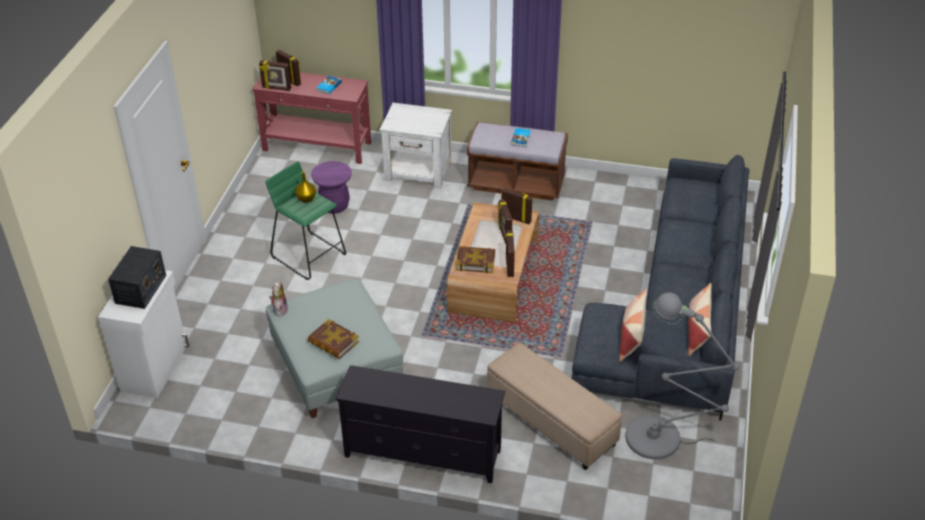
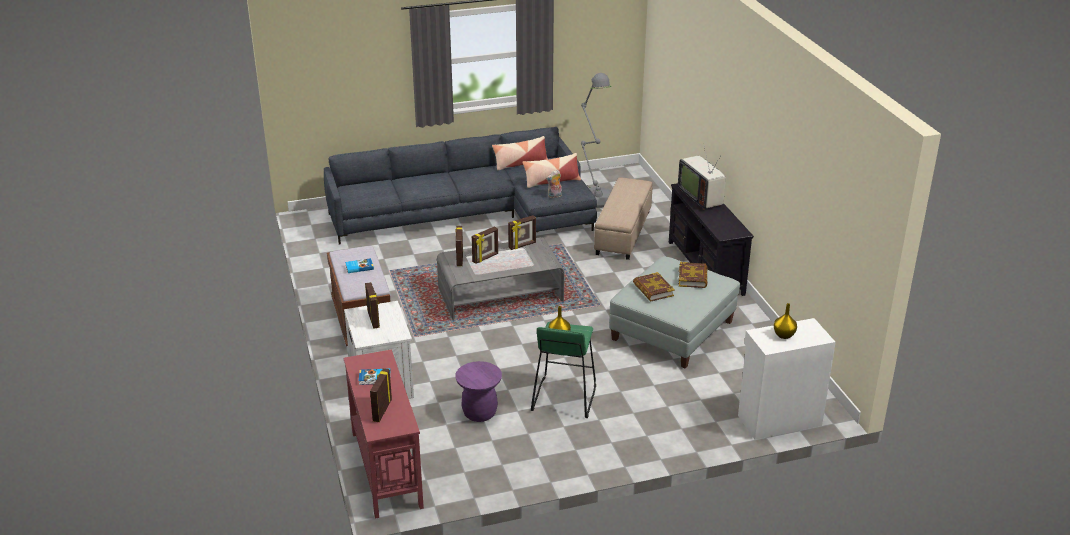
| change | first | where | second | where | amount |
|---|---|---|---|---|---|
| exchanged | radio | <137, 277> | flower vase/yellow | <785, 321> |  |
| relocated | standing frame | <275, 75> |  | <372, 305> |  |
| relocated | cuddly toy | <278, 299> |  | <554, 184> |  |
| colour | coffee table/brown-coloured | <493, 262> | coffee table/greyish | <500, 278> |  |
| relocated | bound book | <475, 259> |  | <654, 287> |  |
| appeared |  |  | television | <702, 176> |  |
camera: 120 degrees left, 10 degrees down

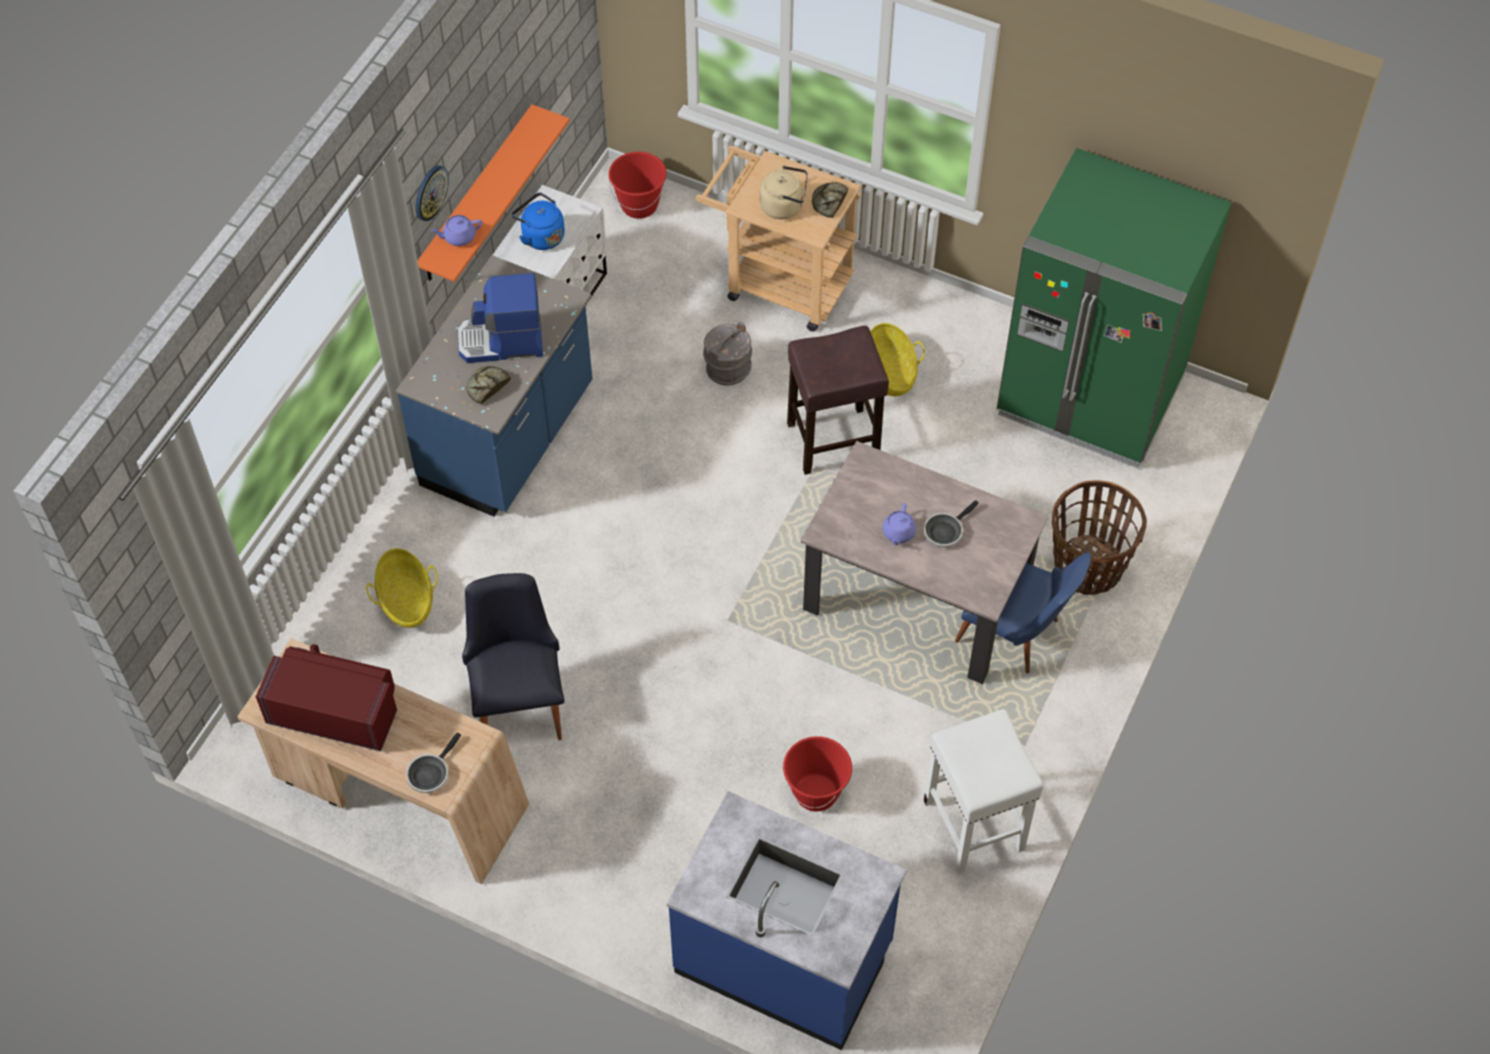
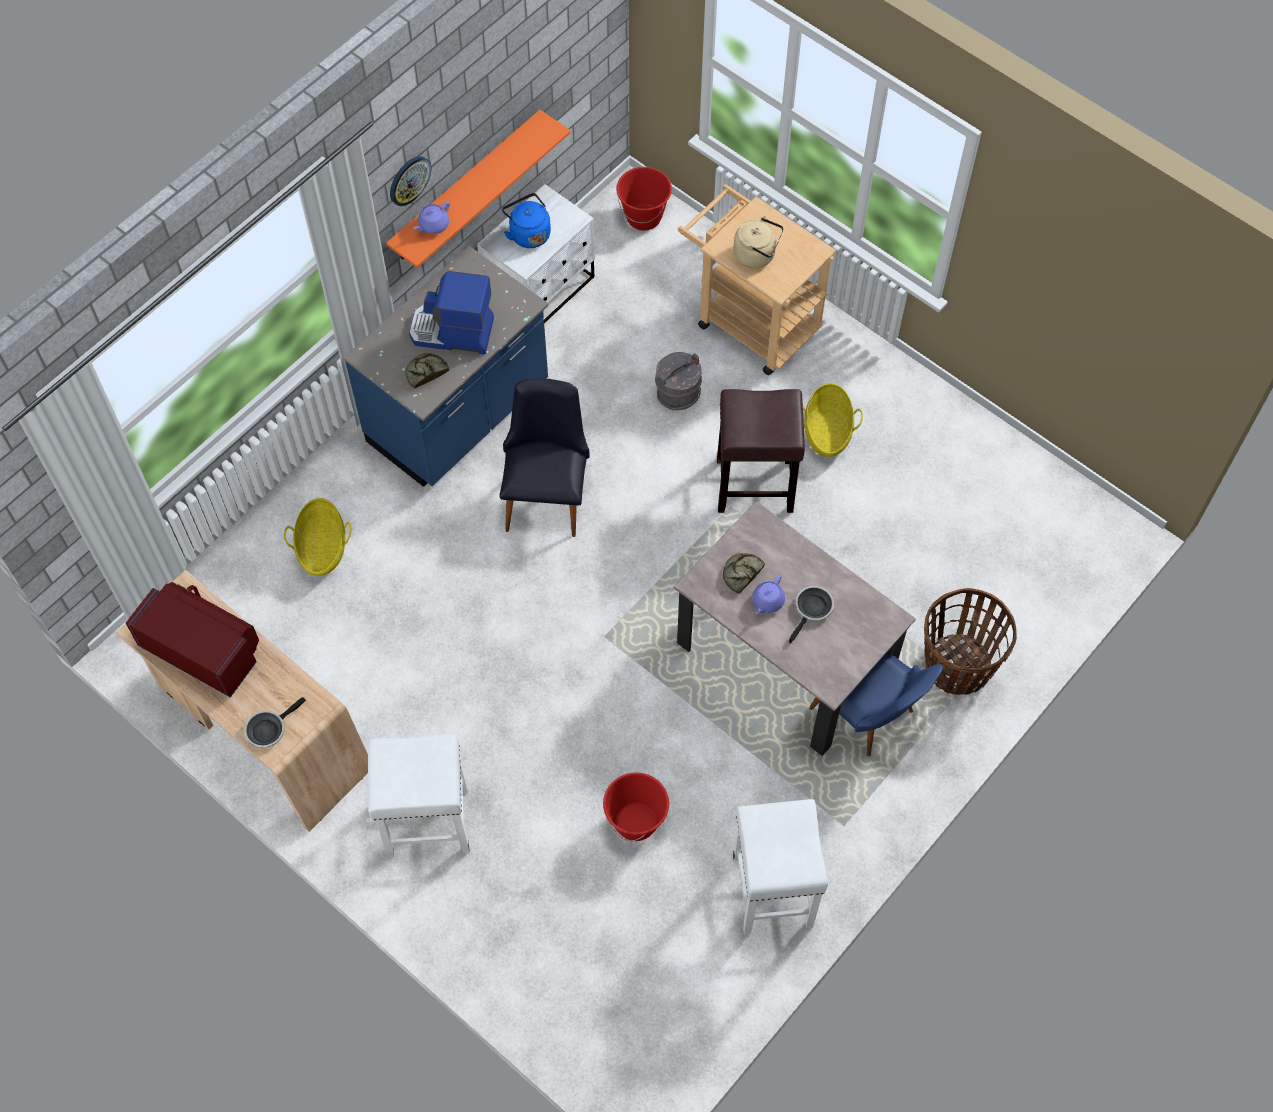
| change | first | where | second | where | amount |
|---|---|---|---|---|---|
| spun | teapot/purple | <456, 230> |  | <431, 217> | 45 degrees counterclockwise |
| relocated | plain chair/black | <513, 656> |  | <544, 458> |  |
| missing | kitchen counter/blue-coloured | <787, 920> |  |  |  |
| relocated | baked bread | <830, 200> |  | <744, 573> |  |
| spun | skillet | <951, 523> |  | <811, 615> | 150 degrees clockwise |
| missing | refrigerator/green | <1114, 308> |  |  |  |
| appeared |  |  | stool seat/white-coloured | <419, 795> |  |
camera: 15 degrees right, 5 degrees up

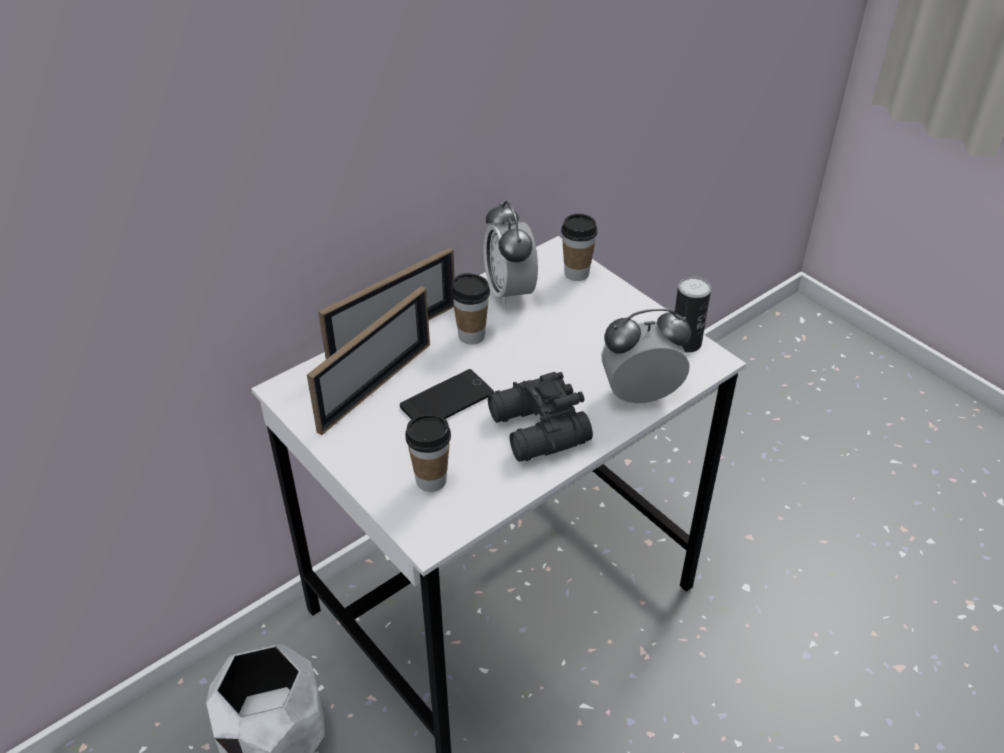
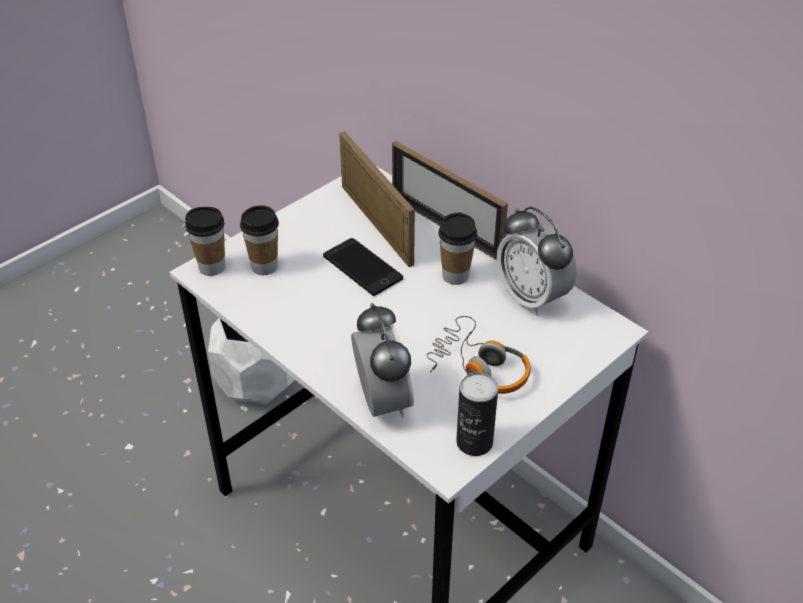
| change | first | where | second | where | amount |
|---|---|---|---|---|---|
| spun | standing frame | <368, 360> |  | <377, 199> | 150 degrees counterclockwise |
| spun | bedside clock | <511, 254> |  | <537, 261> | 105 degrees counterclockwise |
| missing | field glasses/black | <540, 417> |  |  |  |
| relocated | small cup | <579, 247> |  | <205, 241> |  |
| appeared |  |  | pair of headphones | <478, 355> |  |
camera: 85 degrees right, 0 degrees up

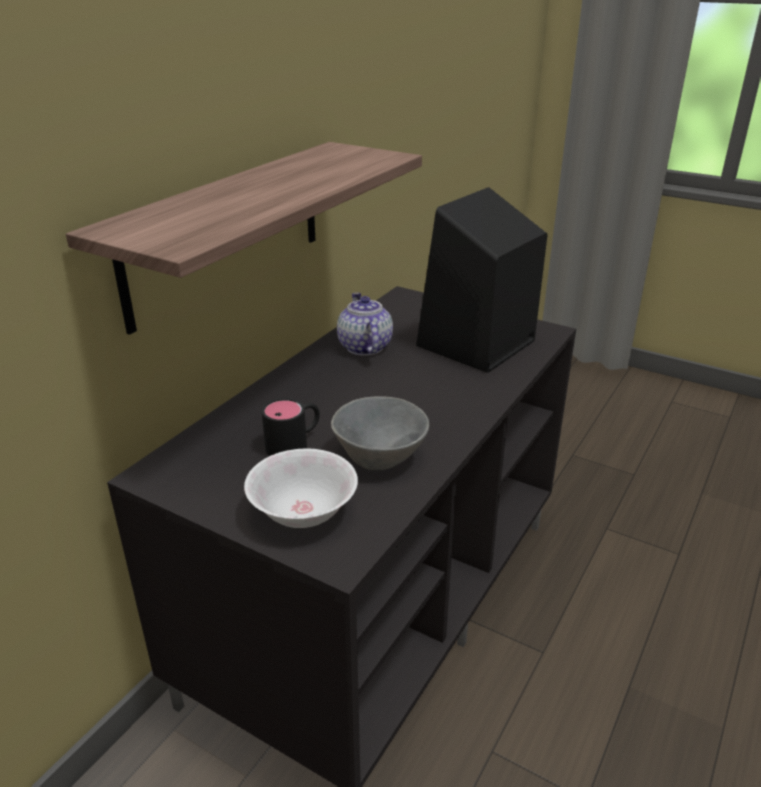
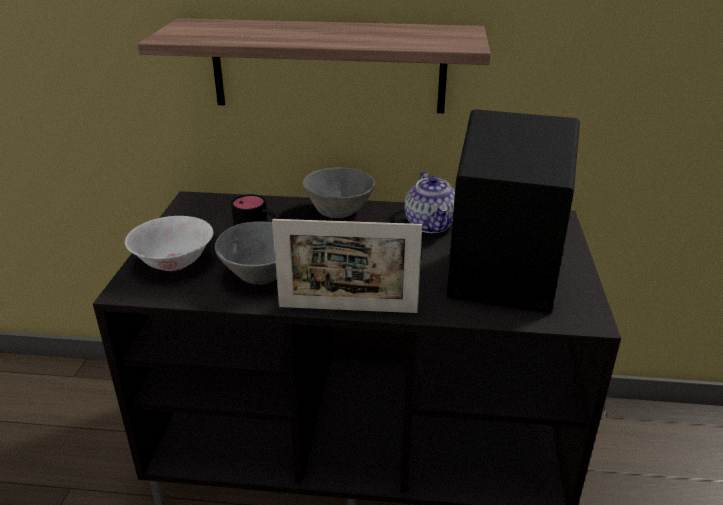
| change | first | where | second | where | amount |
|---|---|---|---|---|---|
| spun | teapot | <365, 324> |  | <430, 202> | 120 degrees clockwise |
| appeared |  |  | standing frame | <347, 266> |  |
| appeared |  |  | bowl/greyish | <338, 193> |  |
camera: 65 degrees right, 0 degrees up

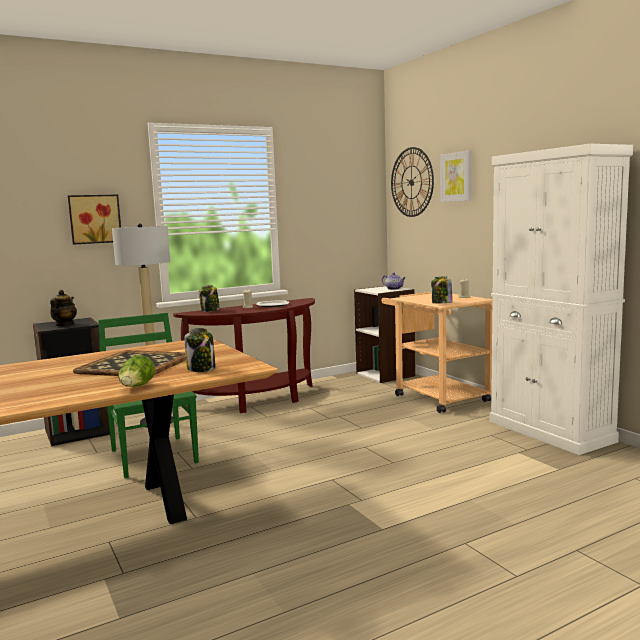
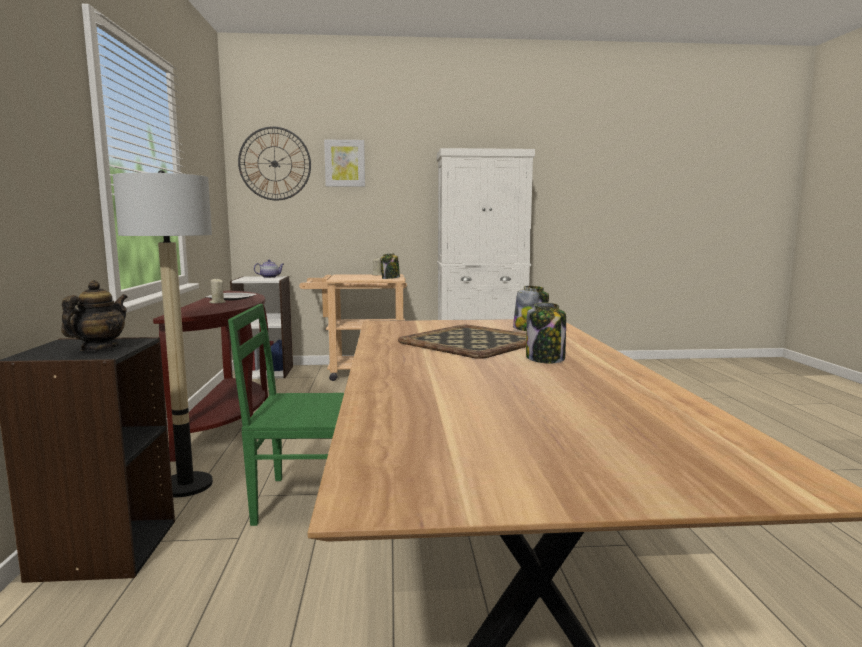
| change | first | where | second | where | amount |
|---|---|---|---|---|---|
| spun | teapot | <63, 308> |  | <94, 315> | 75 degrees clockwise |
| missing | wall art | <94, 219> |  |  |  |
| missing | head of lettuce | <136, 371> |  |  |  |
| relocated | jar | <209, 298> |  | <546, 332> |  |
camera: 65 degrees left, 0 degrees up

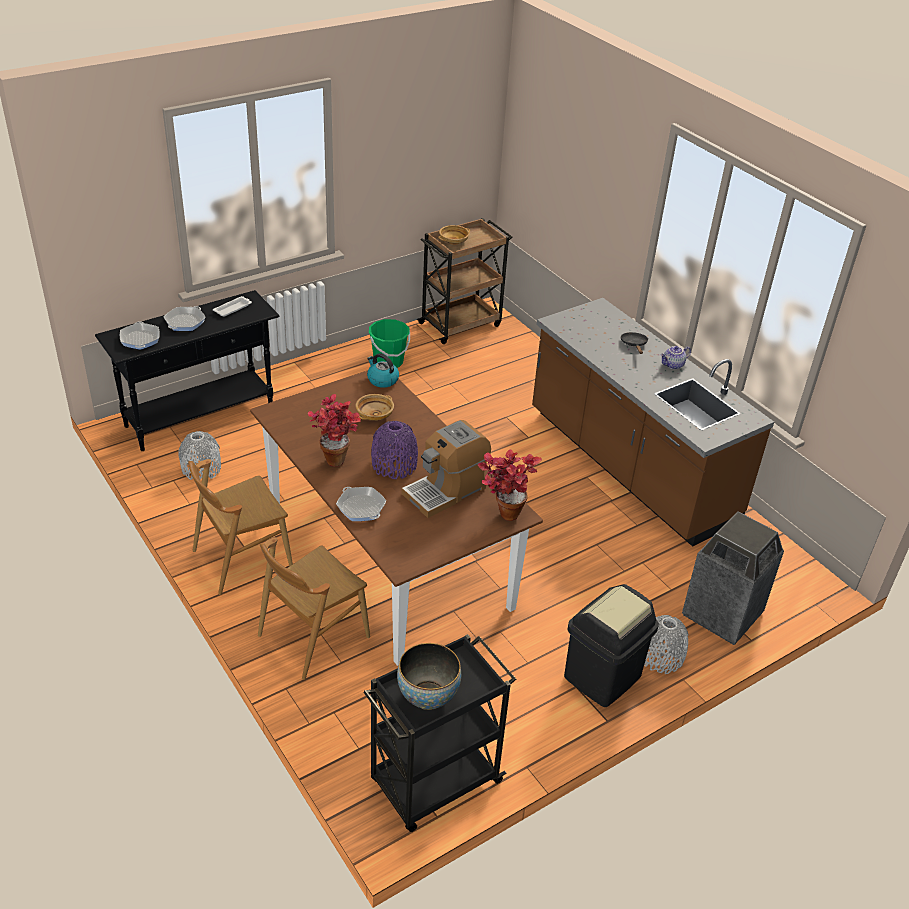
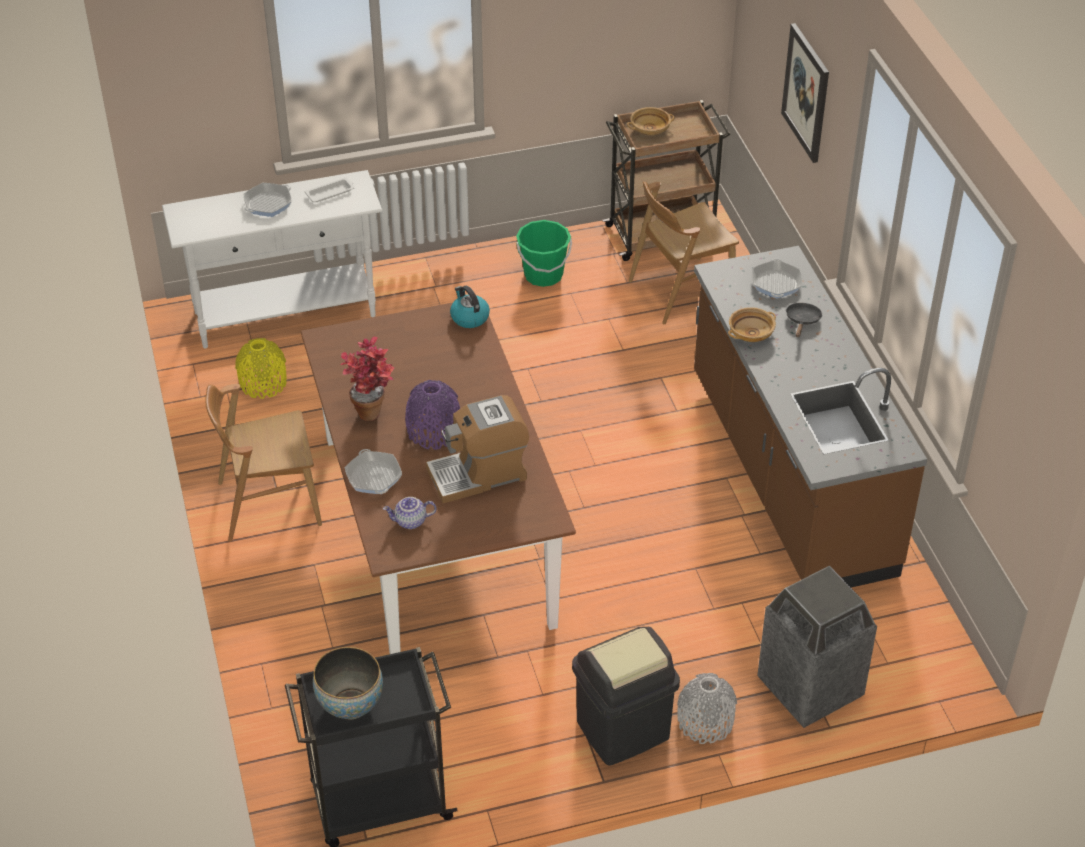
| change | first | where | second | where | amount |
|---|---|---|---|---|---|
| colour | console table/black | <187, 370> | console table/white-coloured | <272, 259> |  |
| relocated | skillet | <140, 335> |  | <777, 278> |  |
| colour | flower vase/greyish | <199, 455> | flower vase/yellow | <261, 368> |  |
| relocated | plain chair/brown-coloured | <314, 608> |  | <684, 253> |  |
| relocated | bowl/beige-coloured | <375, 407> |  | <752, 324> |  |
| missing | potted plant | <510, 485> |  |  |  |
| relocated | teapot | <675, 357> |  | <409, 513> |  |
| appeared |  |  | wall art | <805, 93> |  |
camera: 20 degrees right, 5 degrees up

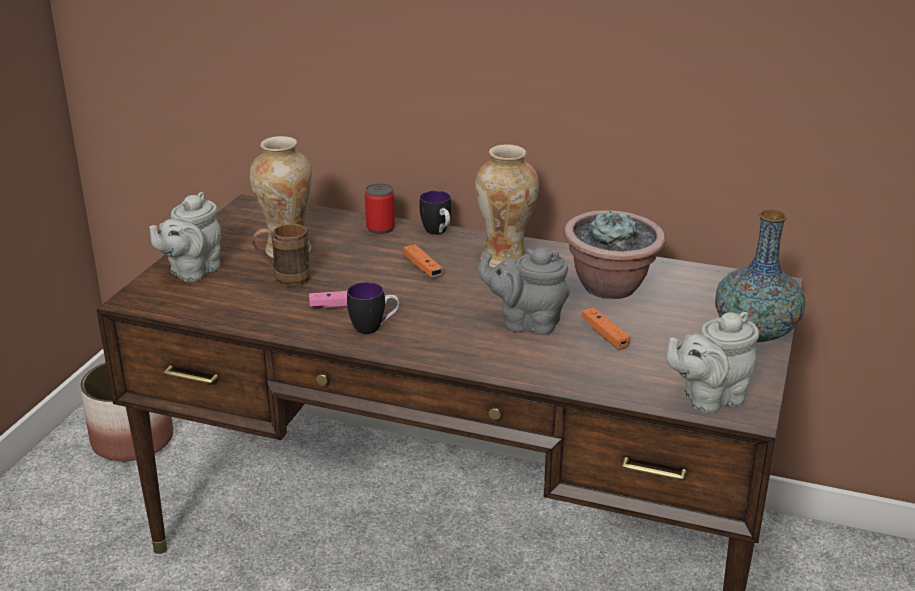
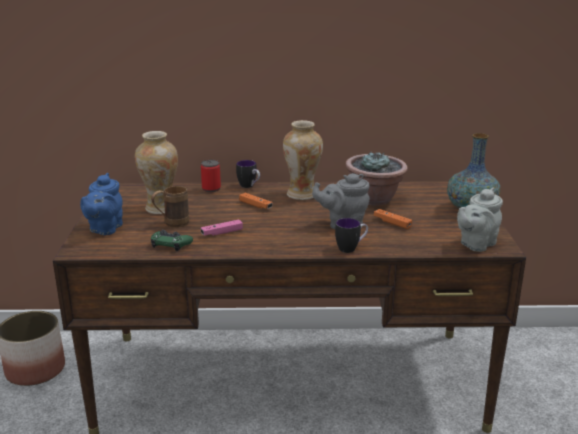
| change | first | where | second | where | amount |
|---|---|---|---|---|---|
| colour | teapot/greyish | <185, 237> | teapot/blue-coloured | <101, 204> |  |
| relocated | tea mug | <373, 308> |  | <351, 235> |  |
| appeared |  |  | gamepad/green | <172, 240> |  |
camera: 20 degrees left, 5 degrees down

